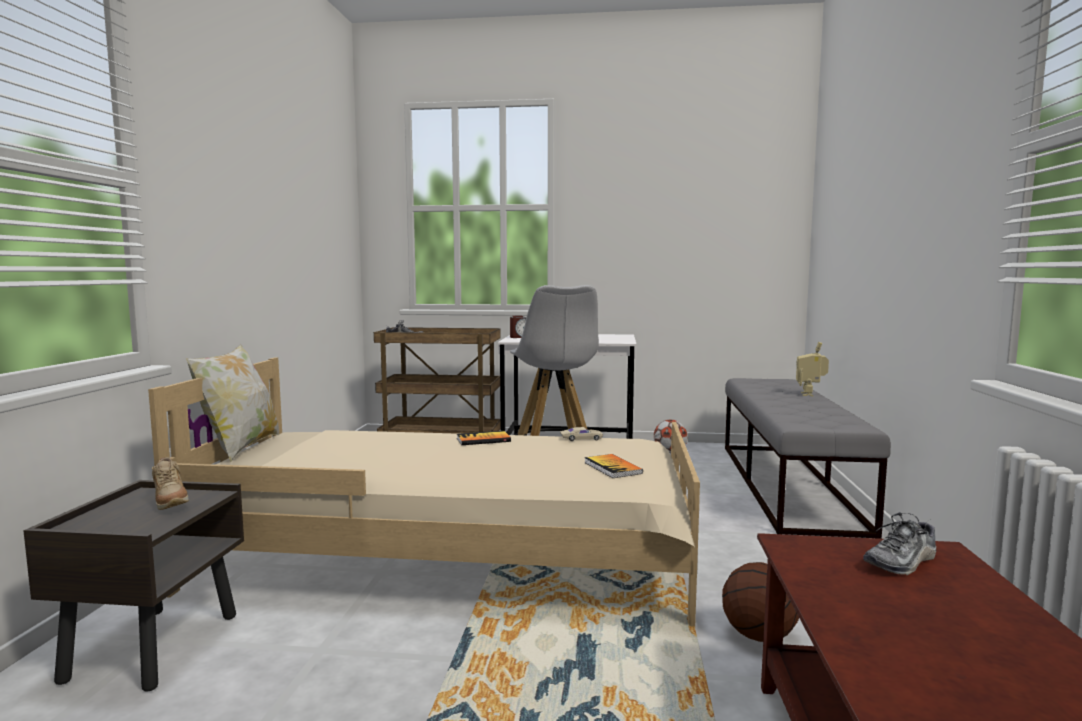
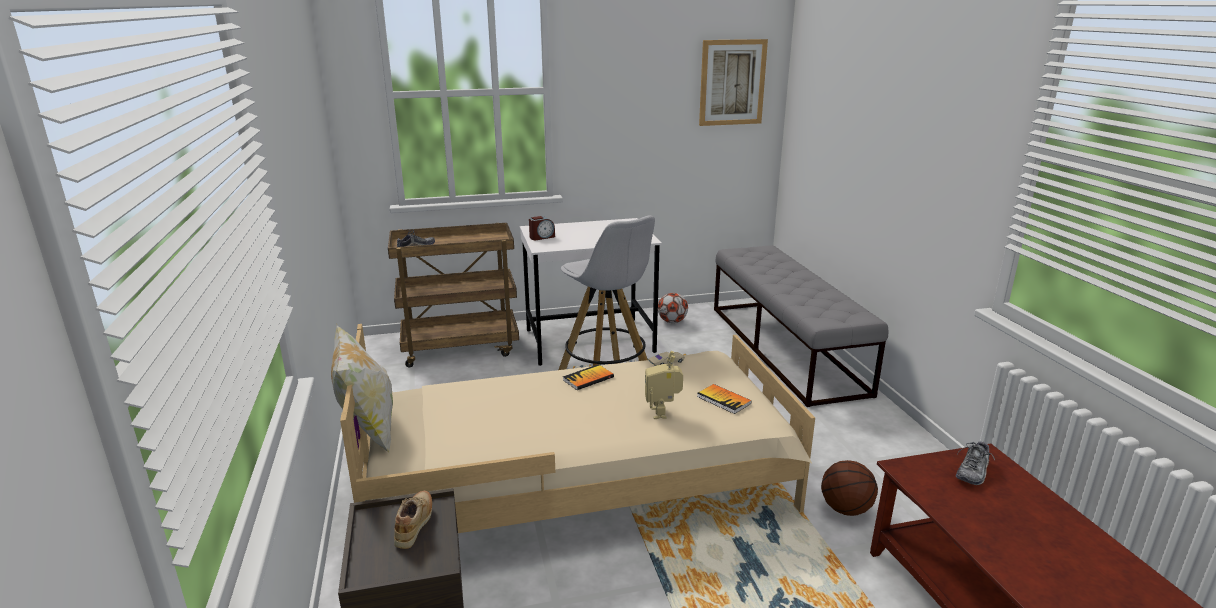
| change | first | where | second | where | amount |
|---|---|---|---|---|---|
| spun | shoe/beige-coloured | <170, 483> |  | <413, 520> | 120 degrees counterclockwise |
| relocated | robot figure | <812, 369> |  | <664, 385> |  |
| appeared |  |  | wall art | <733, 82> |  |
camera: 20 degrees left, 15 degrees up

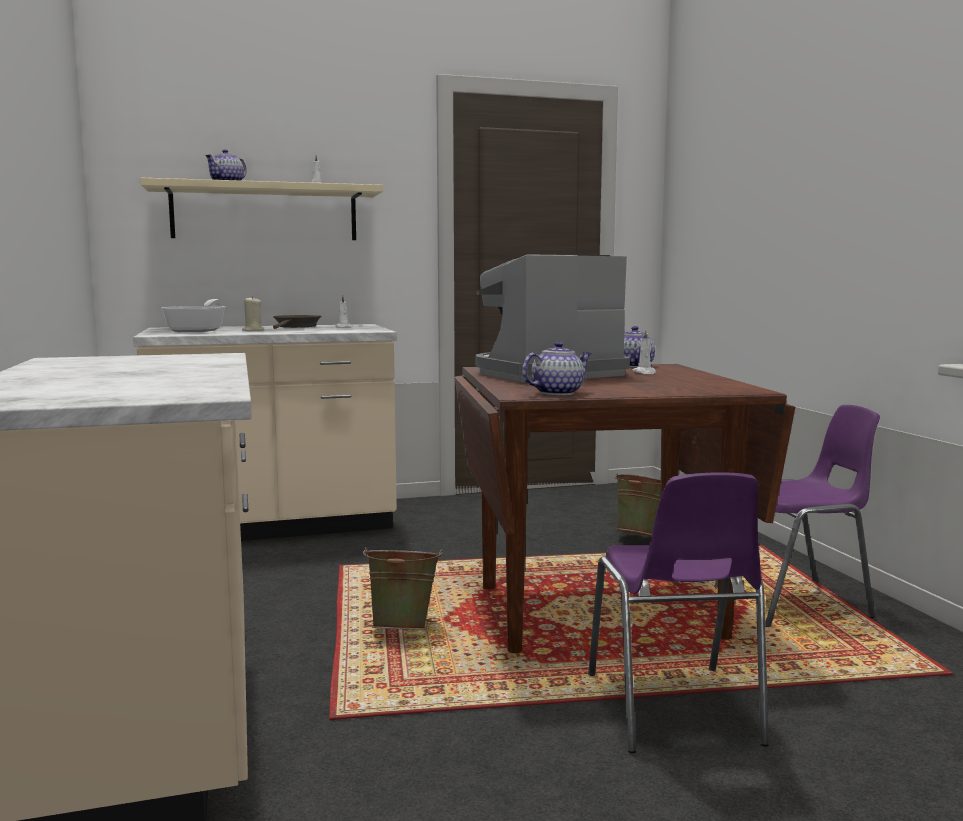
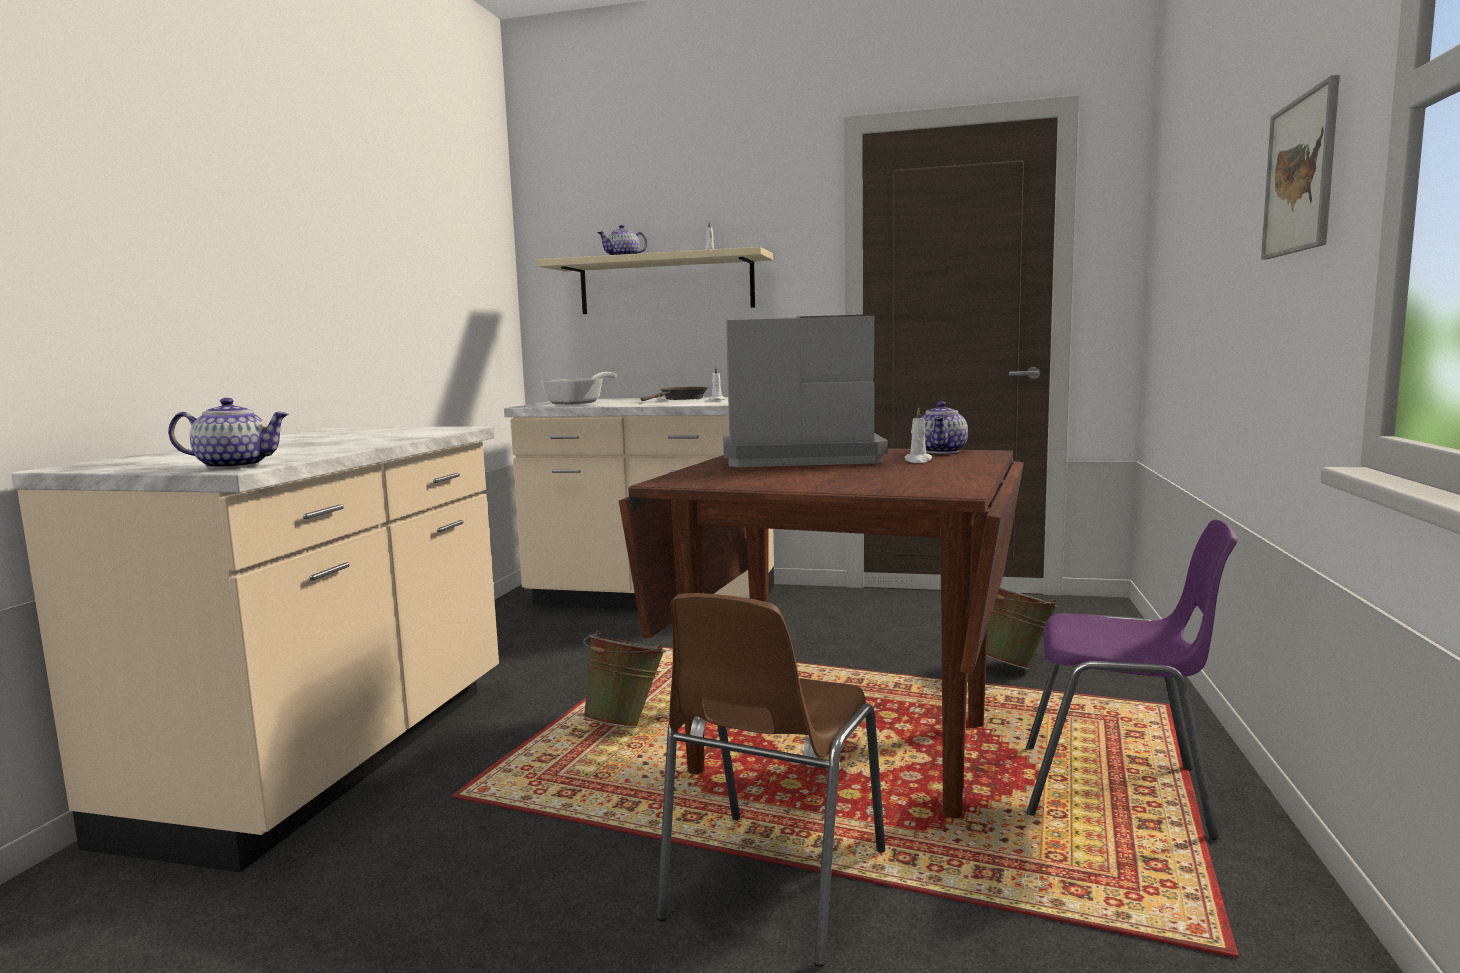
| change | first | where | second | where | amount |
|---|---|---|---|---|---|
| missing | wax candle/beige-coloured | <253, 314> |  |  |  |
| relocated | teapot | <557, 368> |  | <228, 433> |  |
| colour | plain chair/purple | <678, 613> | plain chair/brown-coloured | <771, 780> |  |
| appeared |  |  | wall art | <1300, 167> |  |
camera: 30 degrees right, 0 degrees up

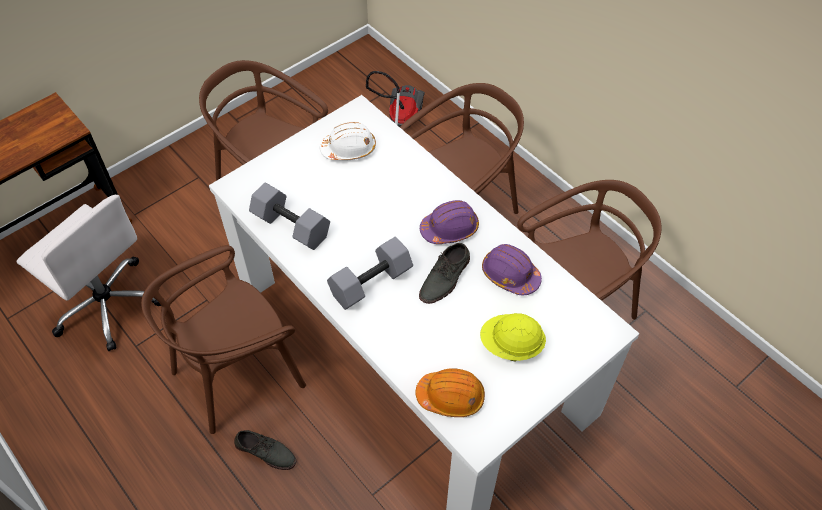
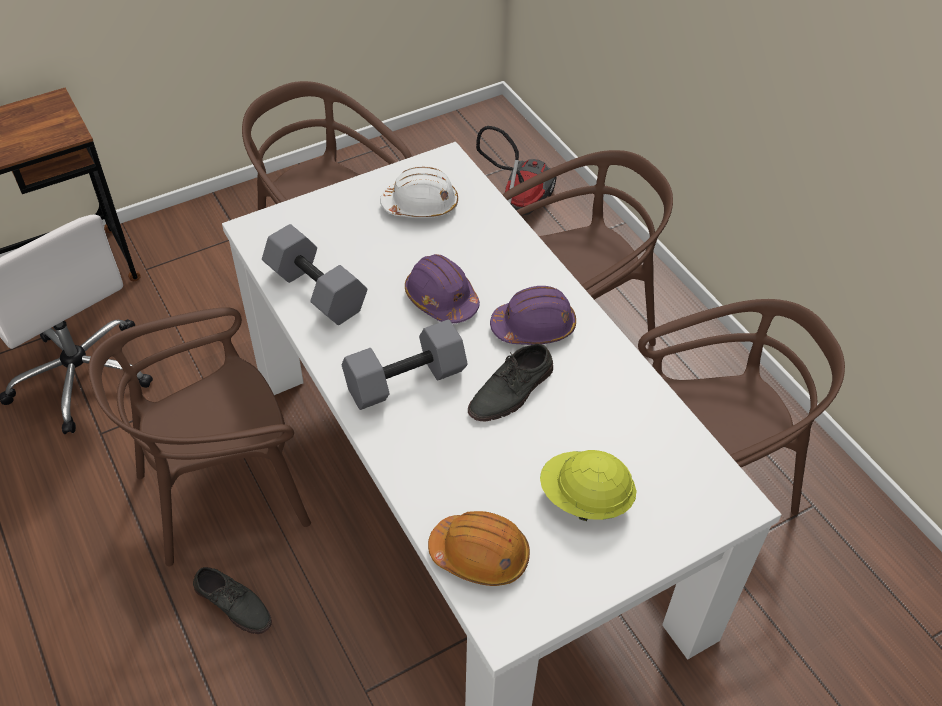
| change | first | where | second | where | amount |
|---|---|---|---|---|---|
| relocated | work helmet/purple | <512, 269> |  | <442, 289> |  |
camera: 10 degrees right, 5 degrees down

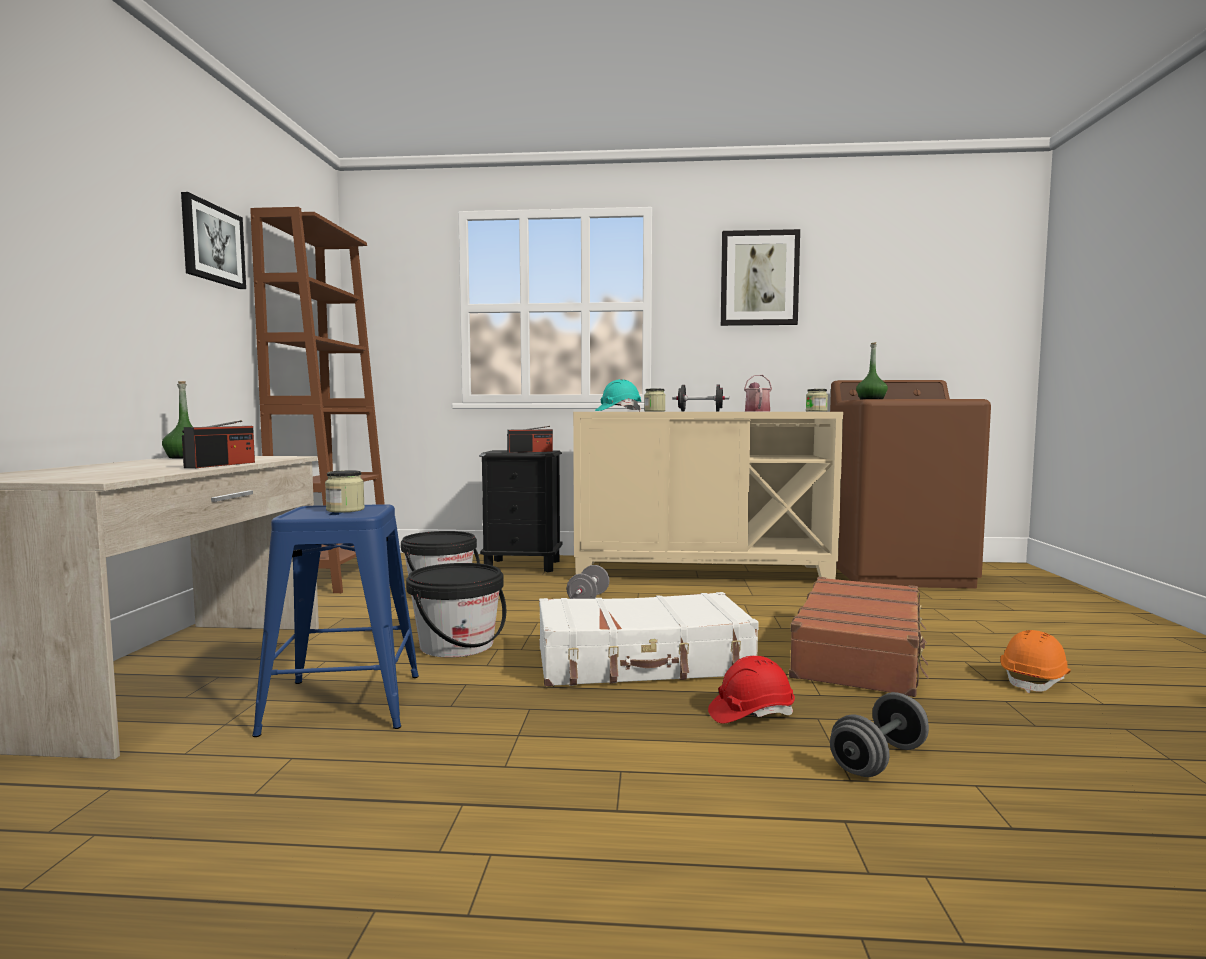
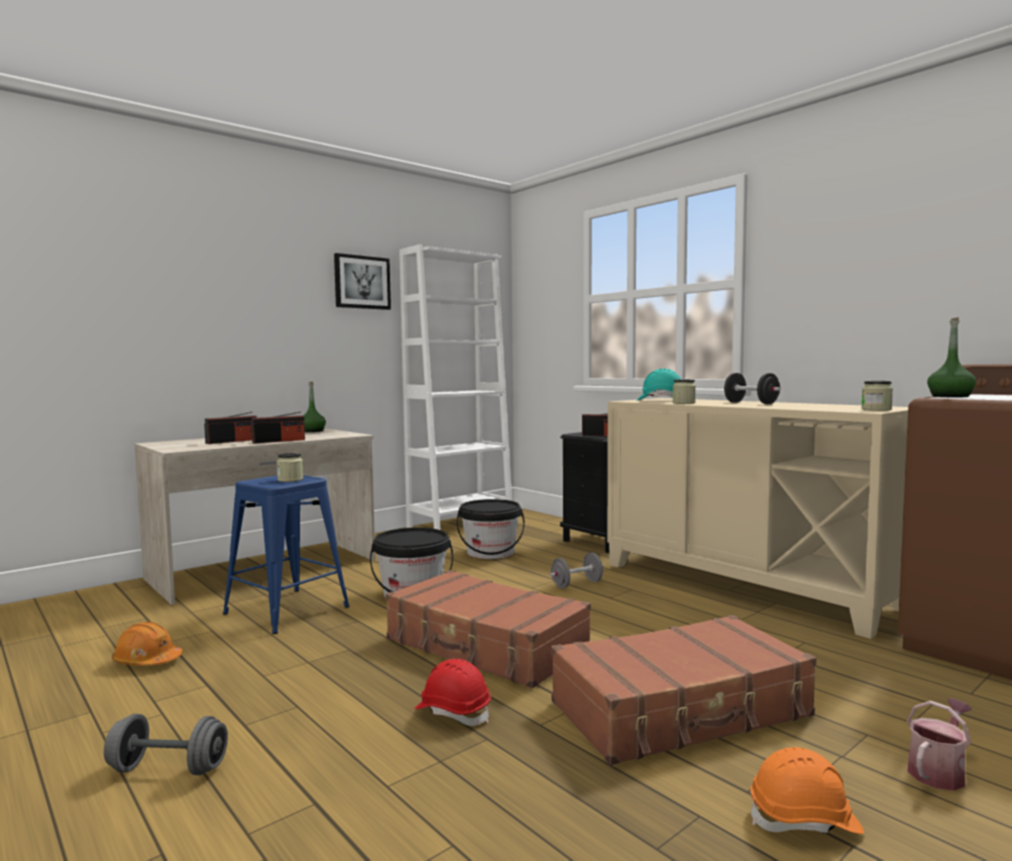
| change | first | where | second | where | amount |
|---|---|---|---|---|---|
| colour | bookcase/brown-coloured | <317, 400> | bookcase/white-coloured | <455, 387> |  |
| colour | suitcase/white-coloured | <649, 639> | suitcase/brown-coloured | <488, 629> |  |
| missing | wall art | <760, 277> |  |  |  |
| relocated | watering pot | <758, 393> |  | <939, 744> |  |
| relocated | free weight/greyish | <879, 734> |  | <166, 744> |  |
| appeared |  |  | work helmet/orangey | <147, 644> |  |
| appeared |  |  | radio | <230, 428> |  |
camera: 45 degrees right, 0 degrees up

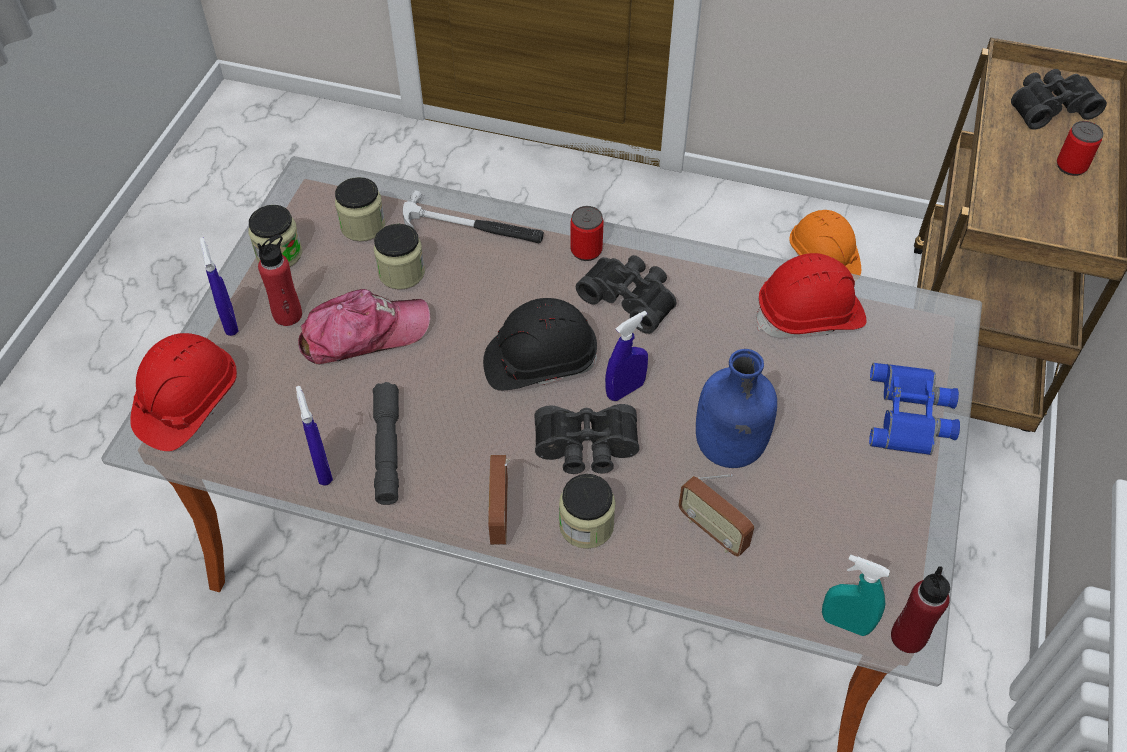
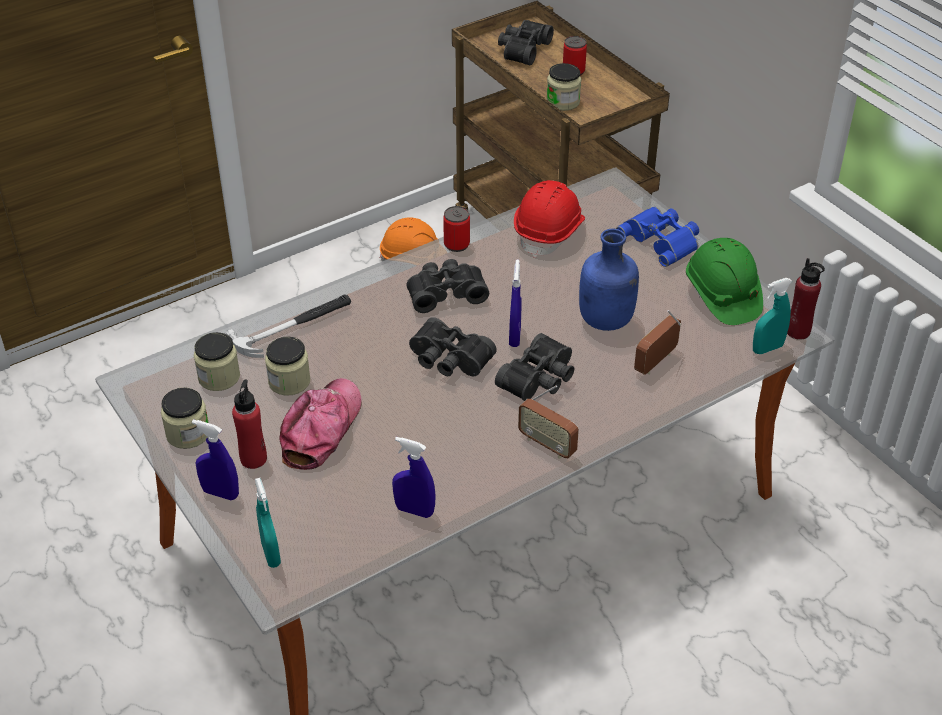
| change | first | where | second | where | amount |
|---|---|---|---|---|---|
| exchanged | work helmet/reddish | <183, 392> | hand sprayer/blue-green | <268, 523> |  |
| missing | flashlight/greyish | <386, 443> |  |  |  |
| exchanged | work helmet/black | <540, 344> | field glasses/black | <453, 346> |  |
| relocated | jar | <587, 511> |  | <564, 87> |  |
| relocated | metal can | <587, 233> |  | <456, 229> |  |
| spun | radio | <716, 515> |  | <658, 342> | 135 degrees clockwise |
| appeared |  |  | work helmet/green | <724, 281> |  |
camera: 50 degrees left, 10 degrees down

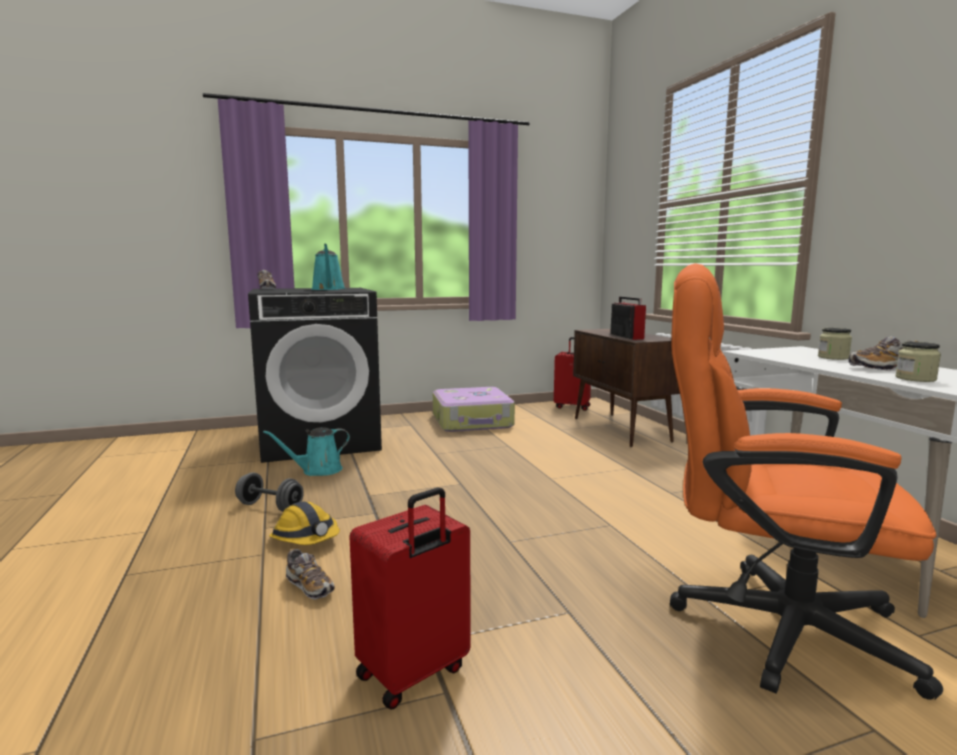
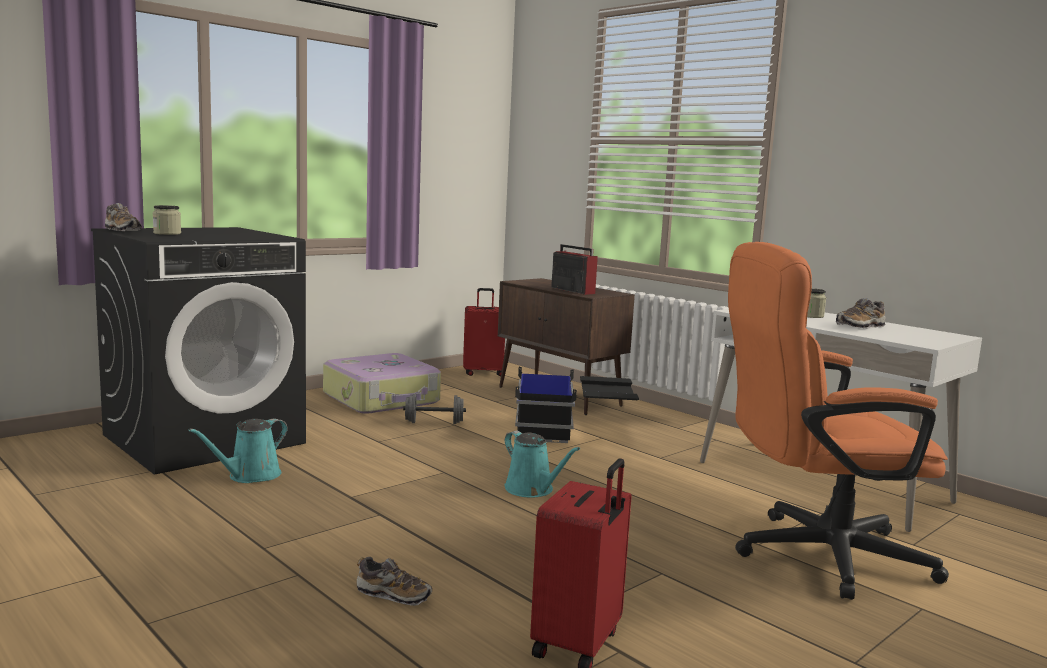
| change | first | where | second | where | amount |
|---|---|---|---|---|---|
| relocated | free weight/greyish | <269, 492> |  | <434, 409> |  |
| missing | work helmet | <304, 523> |  |  |  |
| relocated | watering pot/blue-green | <328, 267> |  | <542, 464> |  |
| relocated | jar | <918, 362> |  | <167, 220> |  |
| appeared |  |  | storage box/black | <577, 405> |  |
camera: 25 degrees left, 0 degrees up

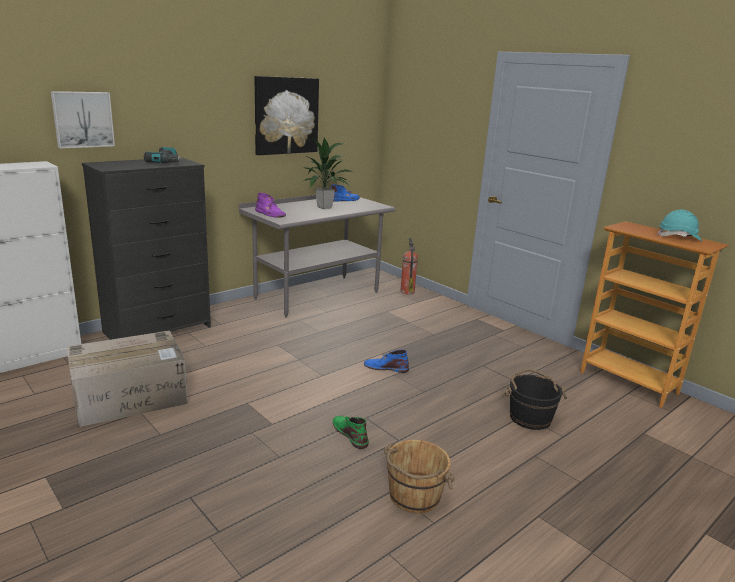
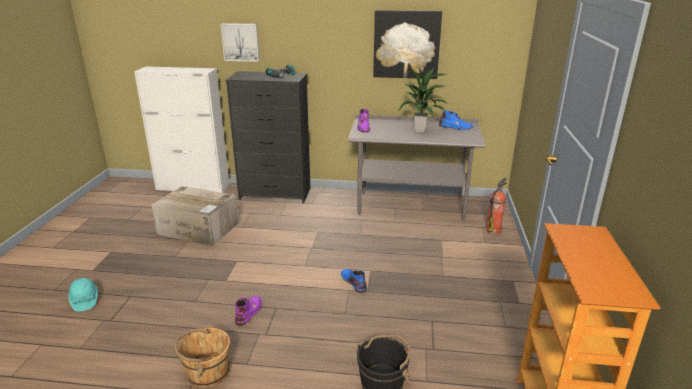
| change | first | where | second | where | amount |
|---|---|---|---|---|---|
| colour | tall boot/green | <351, 432> | tall boot/purple | <248, 311> |  |
| relocated | work helmet/blue-green | <679, 225> |  | <83, 295> |  |
camera: 50 degrees right, 5 degrees up

